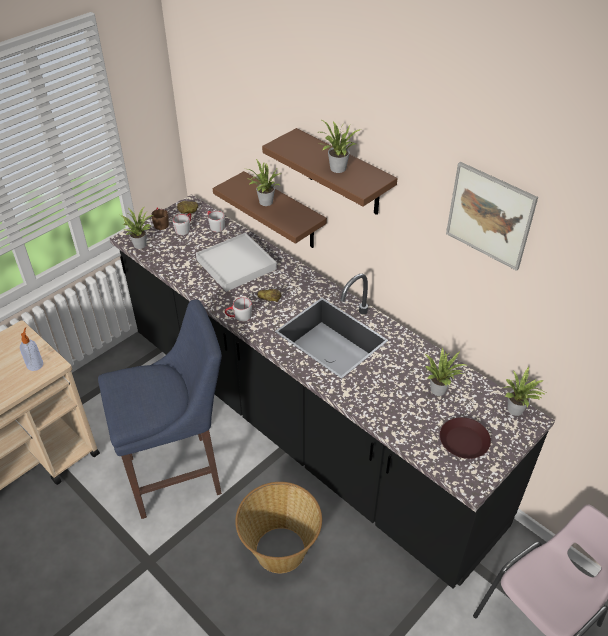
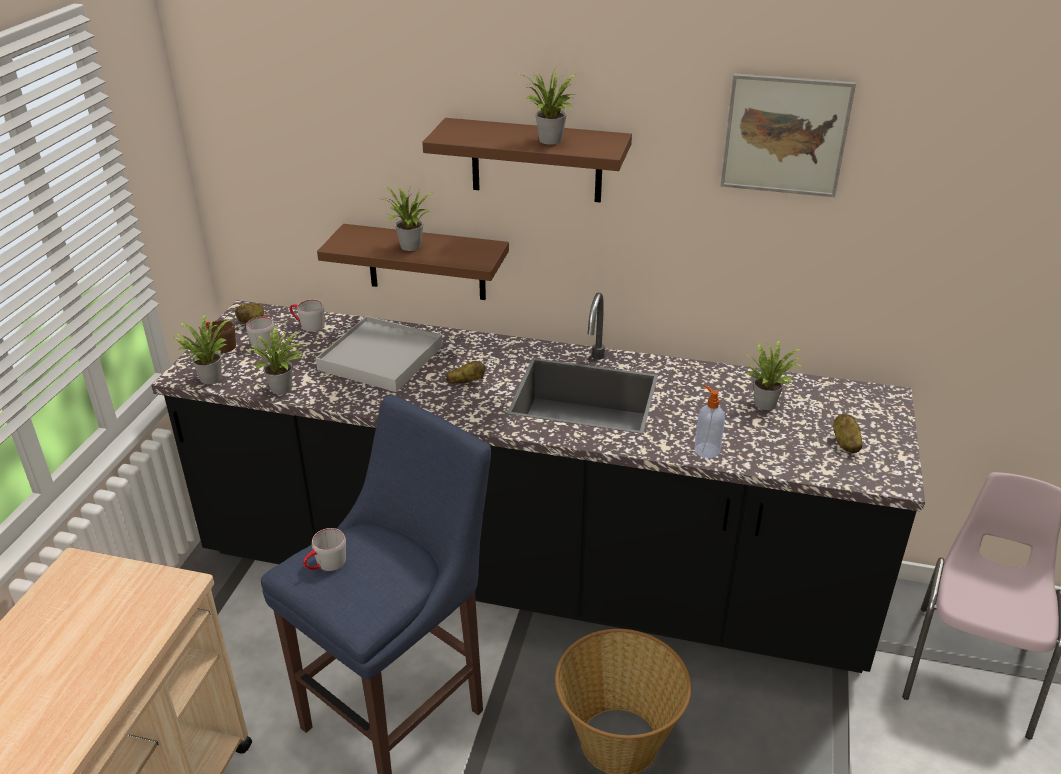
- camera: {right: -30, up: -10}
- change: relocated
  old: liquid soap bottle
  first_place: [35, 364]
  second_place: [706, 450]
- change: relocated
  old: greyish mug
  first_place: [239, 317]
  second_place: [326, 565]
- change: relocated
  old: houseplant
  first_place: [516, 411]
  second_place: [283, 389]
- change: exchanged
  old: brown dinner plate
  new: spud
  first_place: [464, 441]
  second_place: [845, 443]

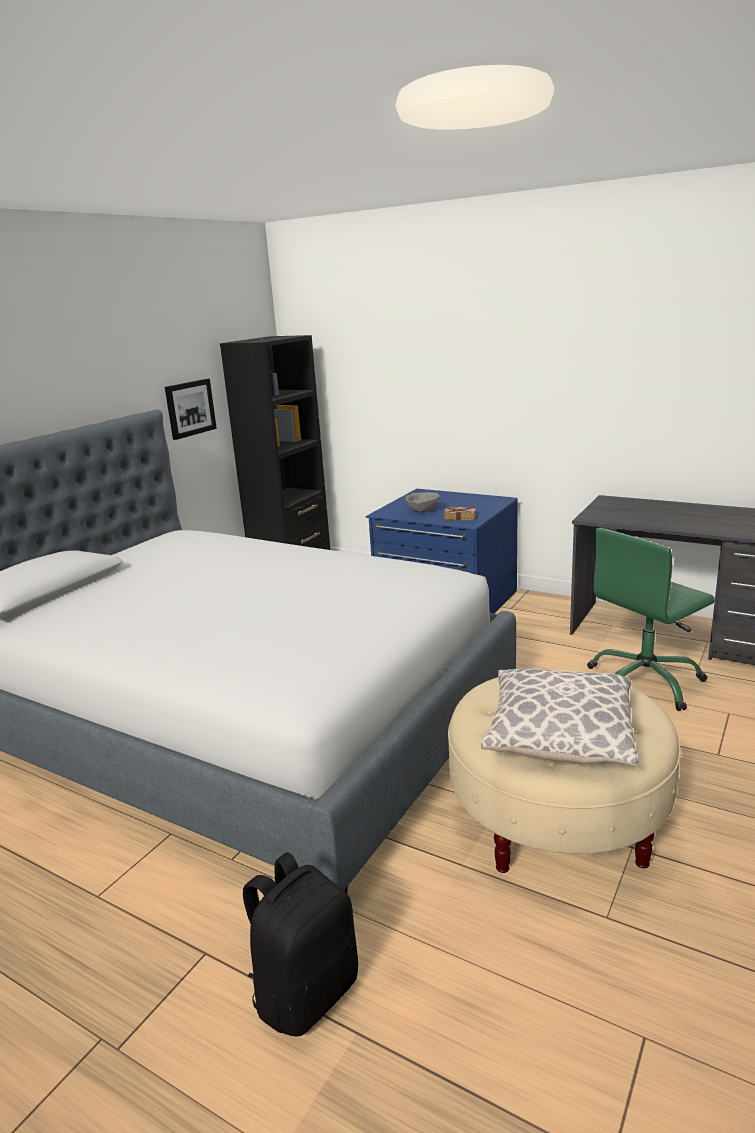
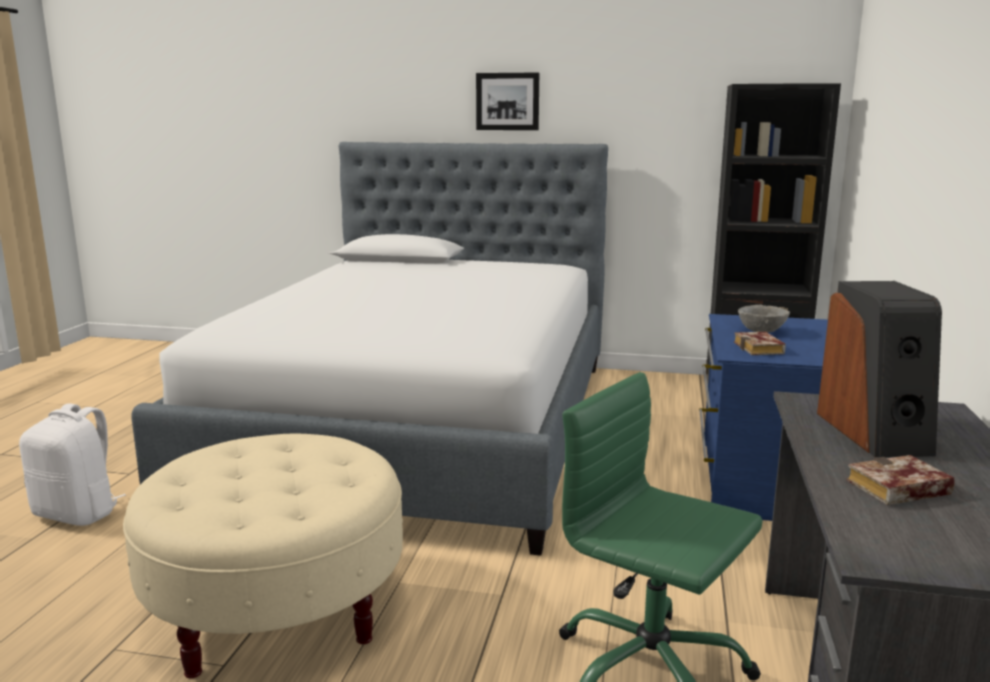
- camera: {right: 70, up: -5}
- change: missing
  old: pillow
  first_place: [559, 738]
- change: appeared
  new: speaker
  second_place: [875, 433]
- change: appeared
  new: volume
  second_place: [897, 490]
- change: relocated
  old: picture
  first_place: [190, 408]
  second_place: [507, 101]
- change: colour
  old: black backpack
  new: white backpack
  first_place: [306, 992]
  second_place: [78, 513]

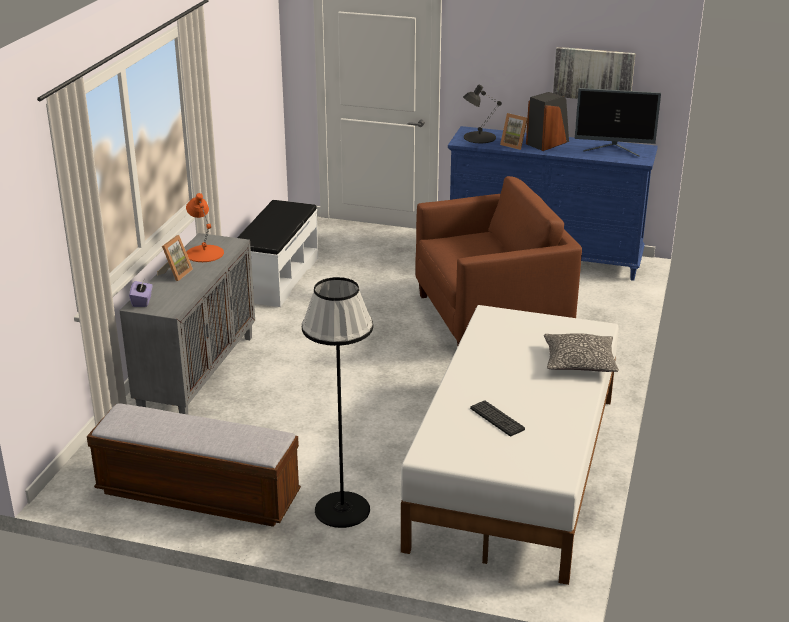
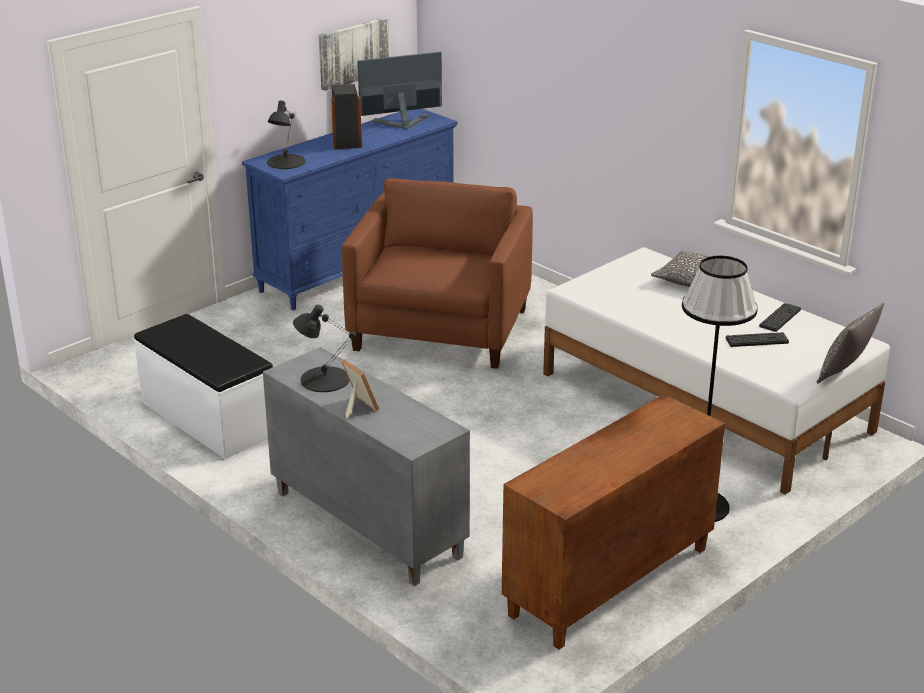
- camera: {right: -60, up: 0}
- change: missing
  old: purple-coloured tissue box
  first_place: [142, 301]
- change: missing
  old: photo frame
  first_place: [514, 145]
- change: appeared
  new: computer keyboard
  second_place: [780, 318]
- change: appeared
  new: pillow
  second_place: [845, 373]
- change: exchanged
  old: bench
  new: brown cabinet
  first_place: [198, 494]
  second_place: [609, 583]
- change: colour
  old: orange tabletop lamp
  new: black tabletop lamp
  first_place: [205, 253]
  second_place: [324, 379]
- change: spun
  old: computer screen
  first_place: [613, 150]
  second_place: [402, 123]
  degrees: -150

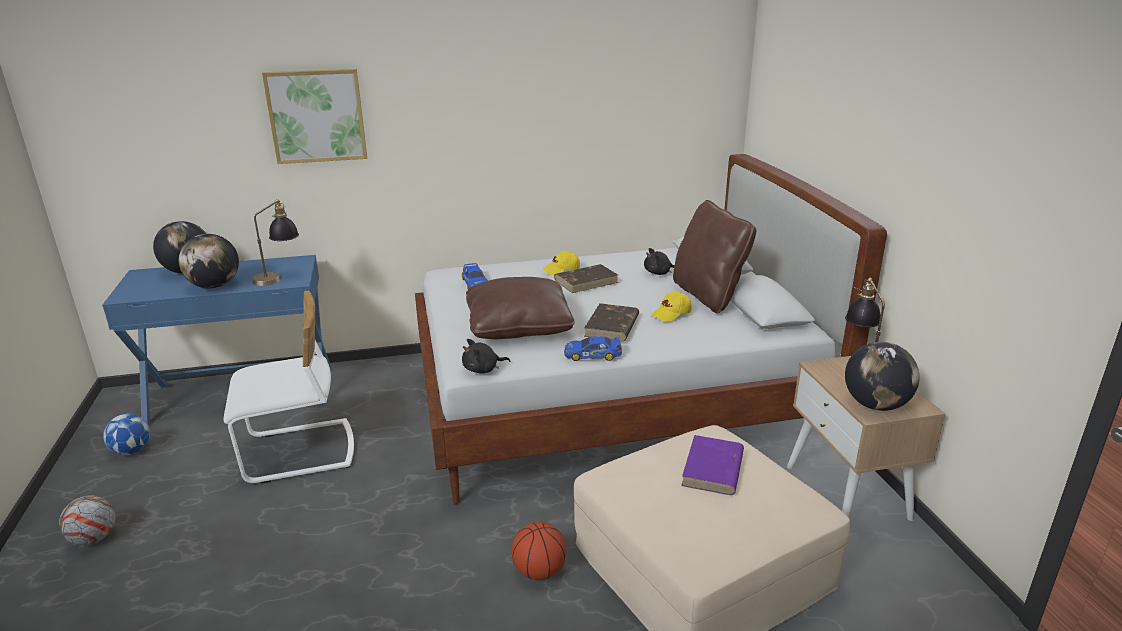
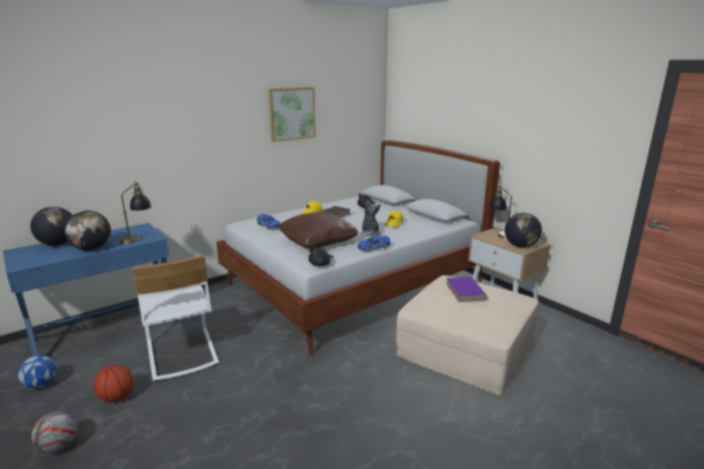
- camera: {right: -25, up: -5}
- change: missing
  old: brown pillow
  first_place: [708, 296]
- change: relocated
  old: picture
  first_place: [316, 116]
  second_place: [292, 114]
- change: relocated
  old: ball for basketball
  first_place: [539, 572]
  second_place: [117, 397]
- change: exchanged
  old: brown volume
  new: soft toy
  first_place: [612, 326]
  second_place: [370, 233]
- change: spun
  old: white chair
  first_place: [299, 453]
  second_place: [181, 354]
  degrees: 105

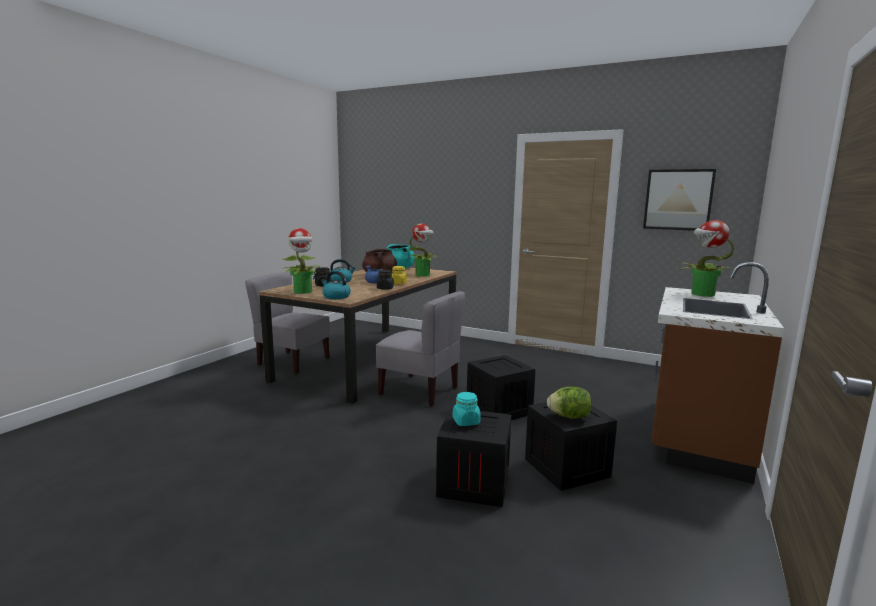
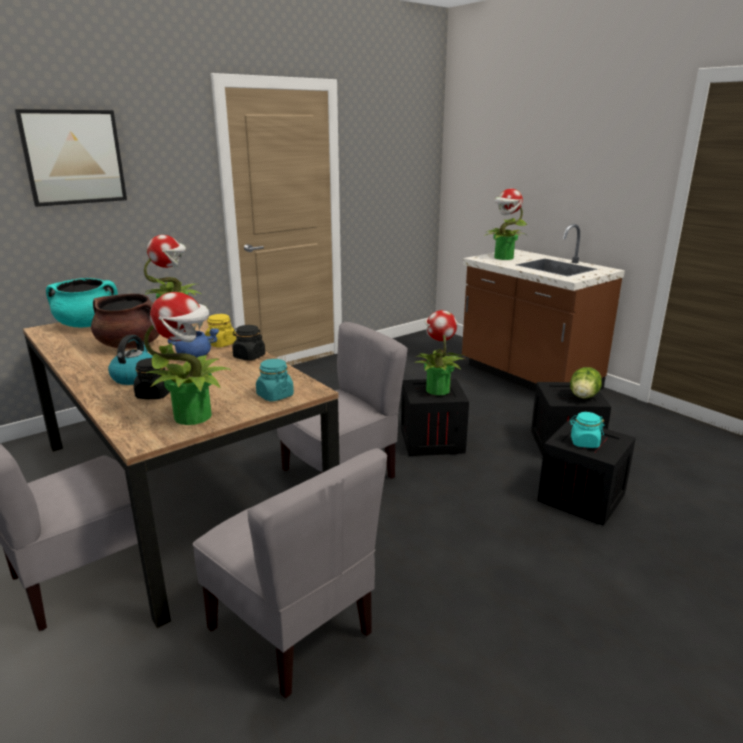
- camera: {right: -65, up: 10}
- change: appeared
  new: greyish chair
  second_place: [292, 630]
- change: appeared
  new: houseplant
  second_place: [437, 390]
- change: relocated
  old: picture
  first_place: [678, 200]
  second_place: [73, 157]
- change: exchanged
  old: kettle
  new: blue-green storage jar
  first_place: [336, 297]
  second_place: [275, 395]

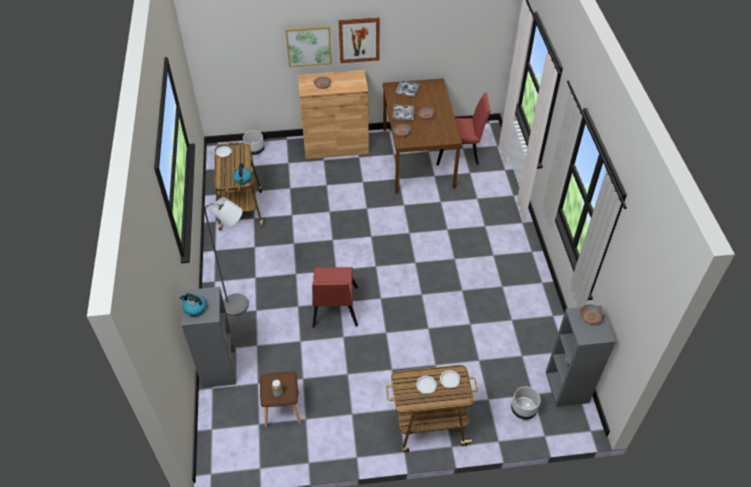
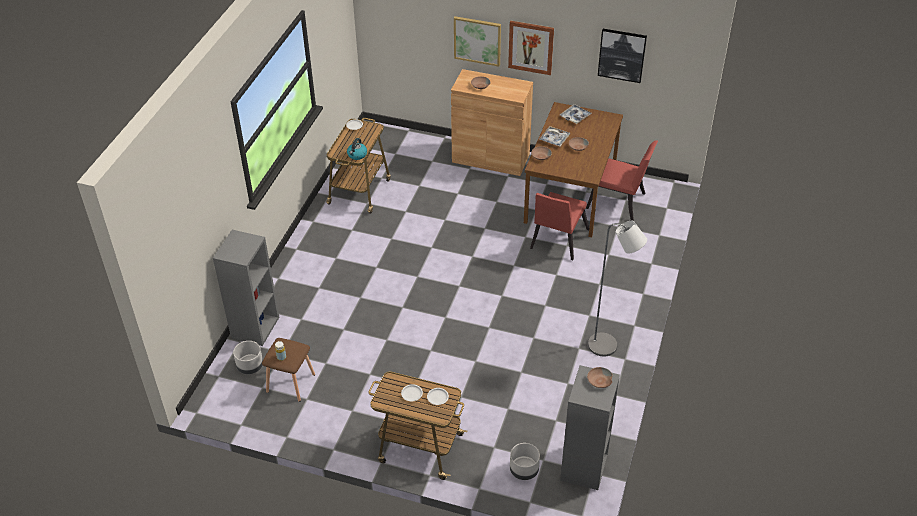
- camera: {right: 25, up: -5}
- change: missing
  old: kettle
  first_place: [194, 308]
- change: appeared
  new: picture
  second_place: [622, 55]
- change: relocated
  old: greyish floor lamp
  first_place: [241, 305]
  second_place: [608, 347]
- change: relocated
  old: greyish flower pot
  first_place: [254, 150]
  second_place: [250, 366]
- change: relocated
  old: reddish chair
  first_place: [334, 310]
  second_place: [557, 241]

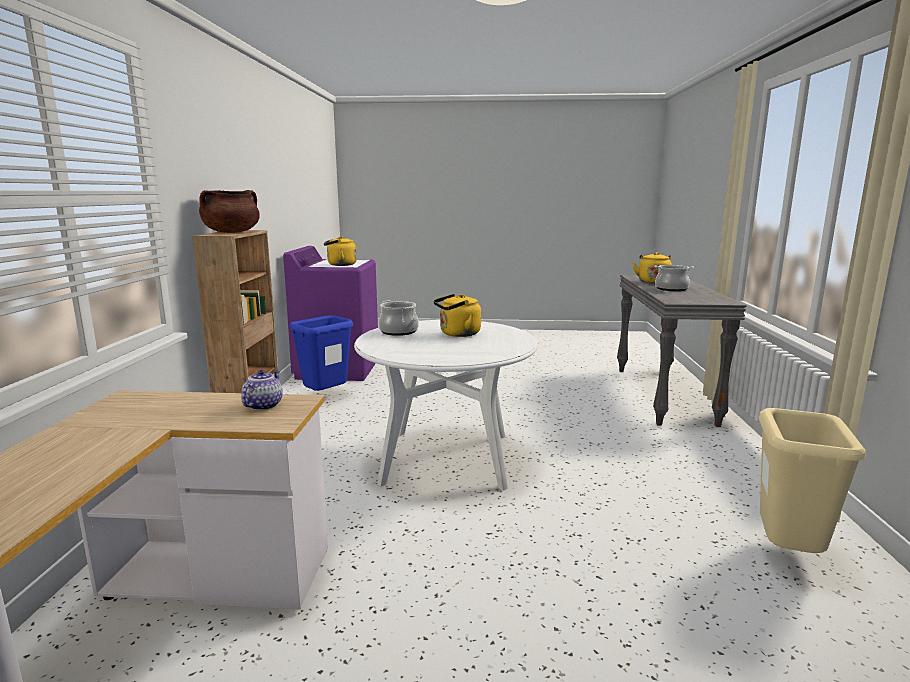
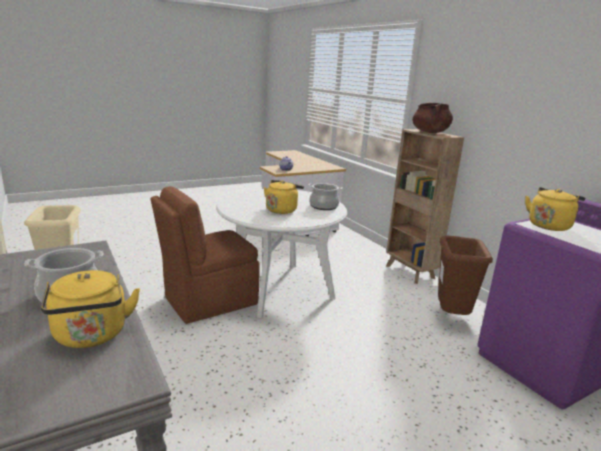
- camera: {right: 145, up: 5}
- change: appeared
  new: brown chair
  second_place: [208, 301]
- change: colour
  old: bluish waste bin
  new: brown waste bin
  first_place: [326, 397]
  second_place: [451, 317]

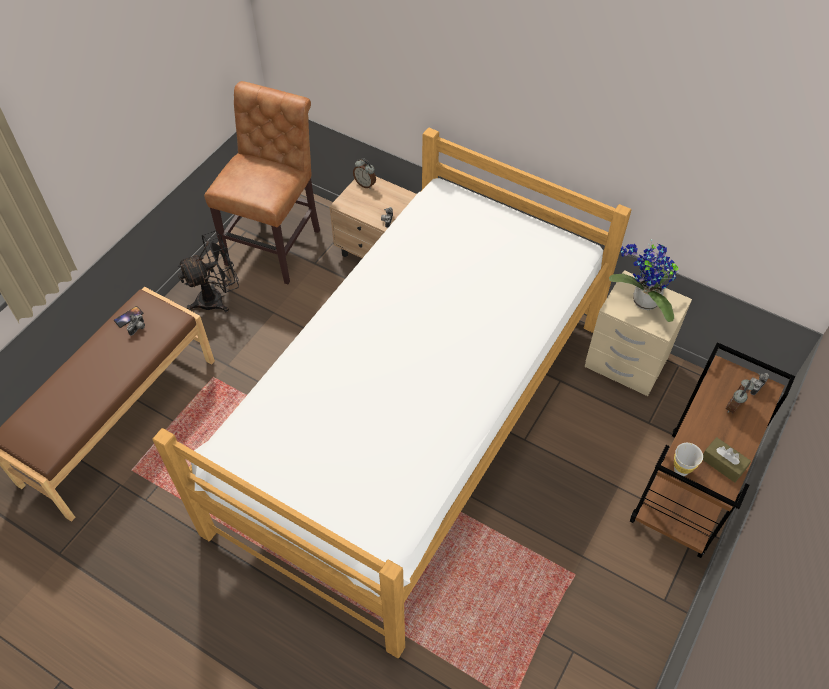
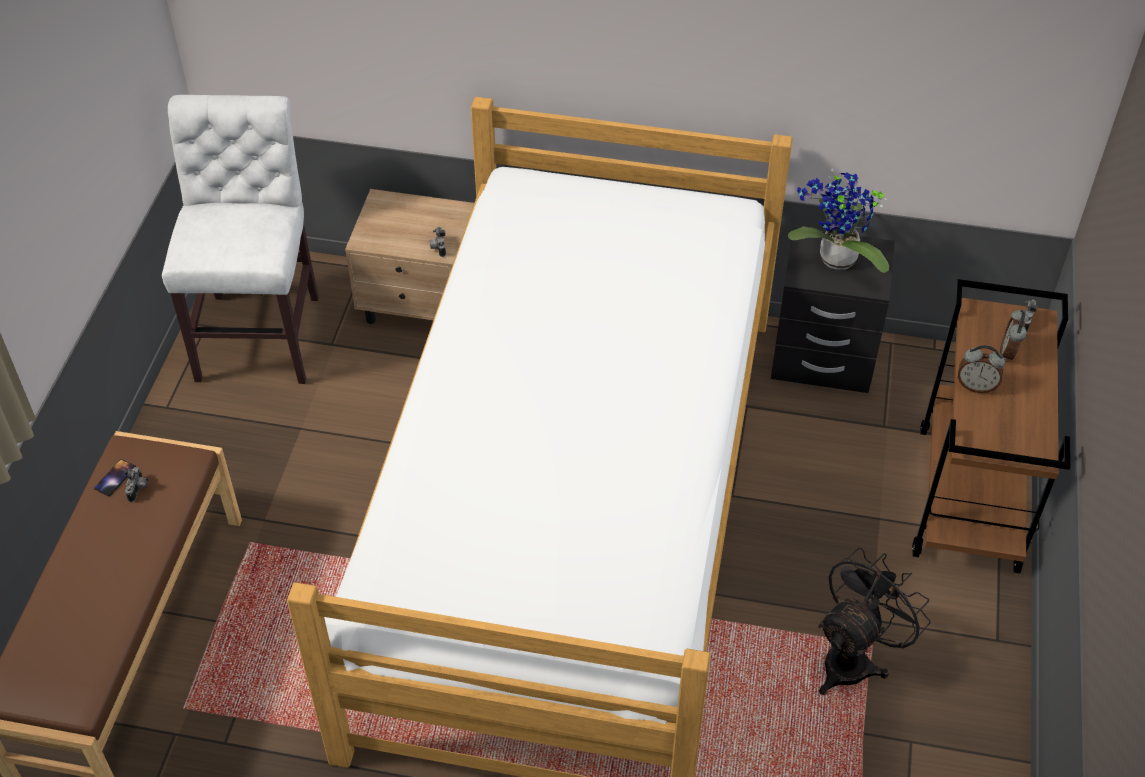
- camera: {right: -20, up: -5}
- change: missing
  old: white small cup
  first_place: [681, 470]
- change: missing
  old: brown tissue box
  first_place: [723, 463]
- change: relocated
  old: black fan
  first_place: [217, 298]
  second_place: [854, 659]
- change: relocated
  old: alarm clock
  first_place: [365, 184]
  second_place: [976, 386]
- change: colour
  old: brown chair
  new: white chair
  first_place: [276, 244]
  second_place: [261, 332]
- change: colour
  old: beige-coloured bedside table
  new: black bedside table
  first_place: [626, 362]
  second_place: [822, 358]

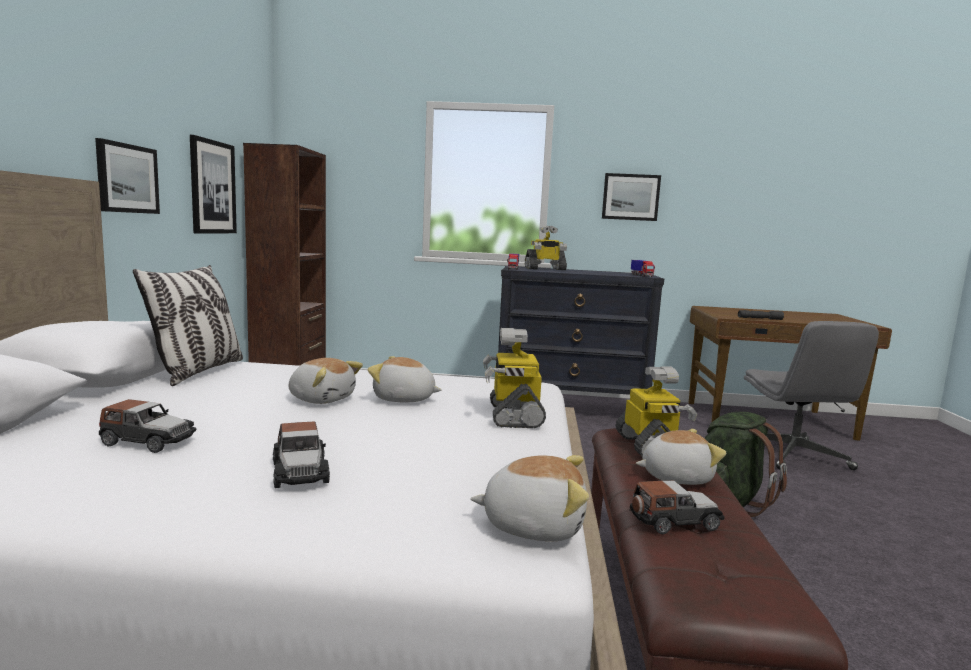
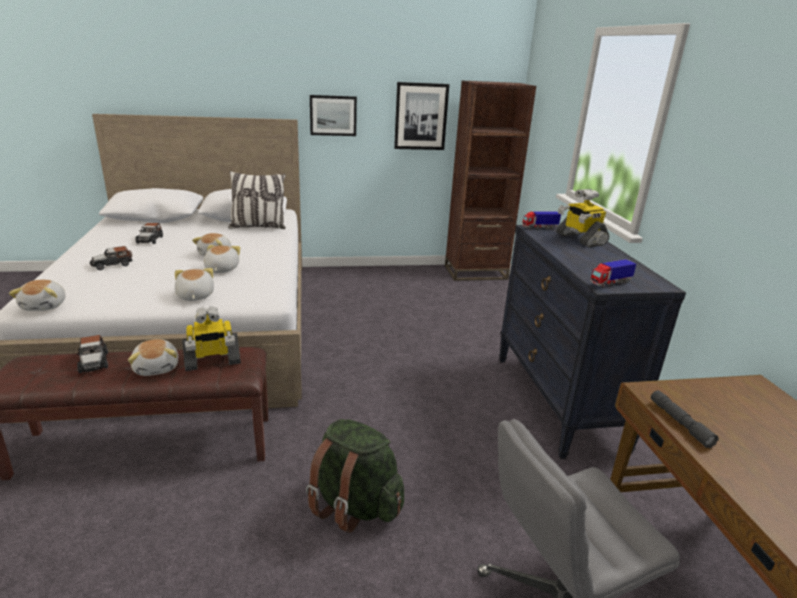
- camera: {right: 75, up: 15}
- change: missing
  old: picture
  first_place: [630, 197]
- change: exchanged
  old: toy robot
  new: soft toy
  first_place: [513, 415]
  second_place: [194, 296]

